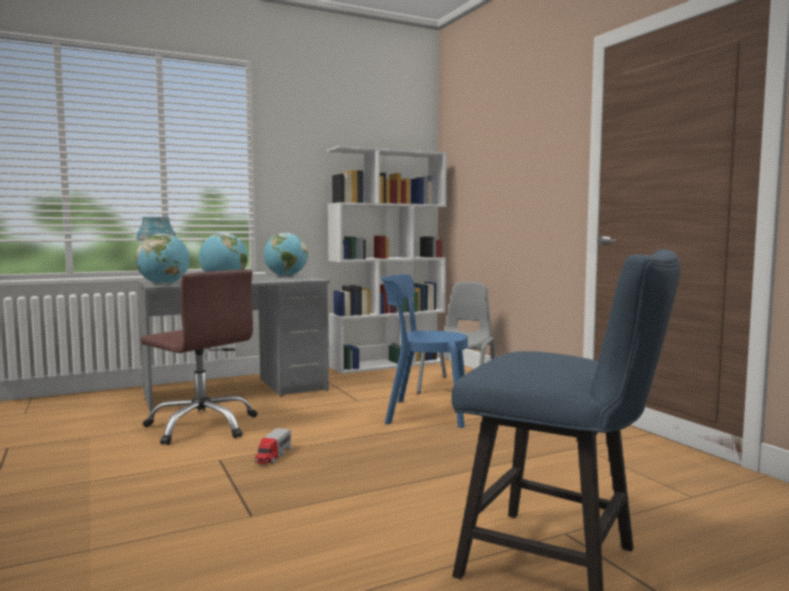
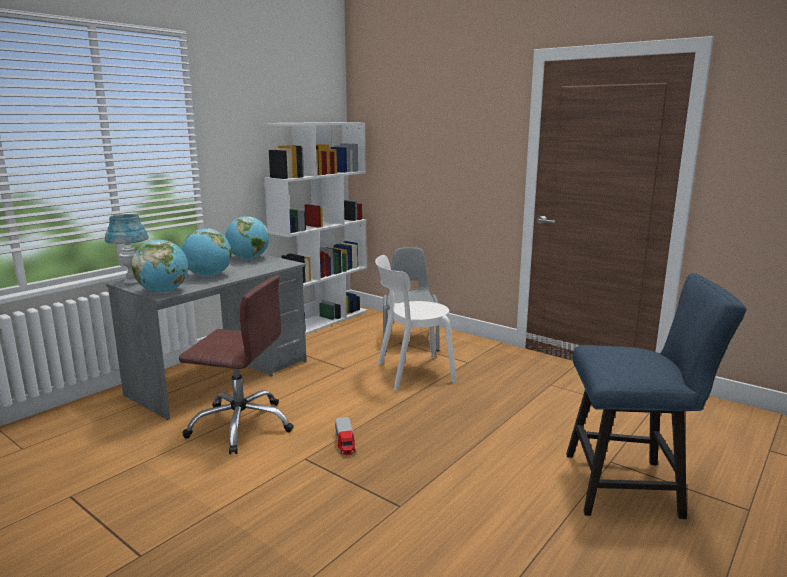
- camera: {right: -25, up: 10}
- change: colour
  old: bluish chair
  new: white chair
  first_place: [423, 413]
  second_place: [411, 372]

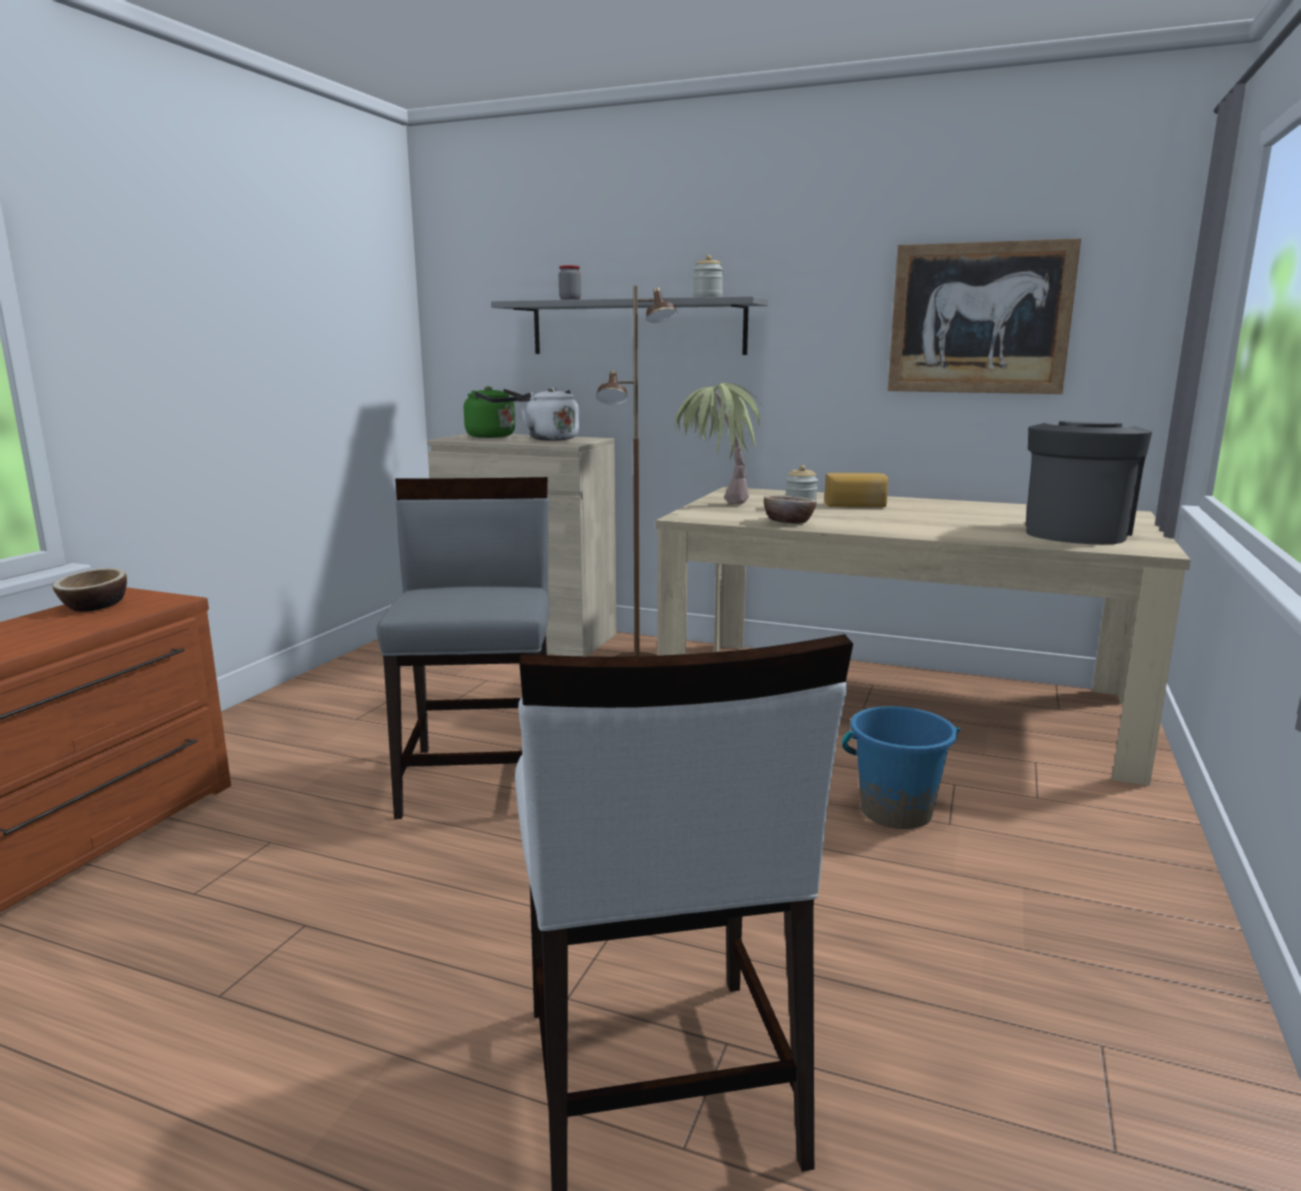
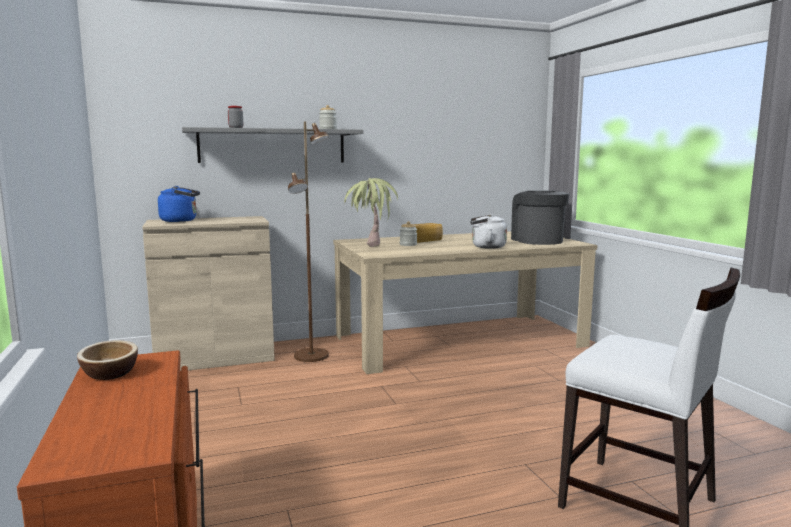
- camera: {right: -40, up: -5}
- change: missing
  old: greyish chair
  first_place: [481, 778]
- change: missing
  old: serving bowl
  first_place: [788, 522]
- change: missing
  old: bluish bucket
  first_place: [895, 811]
- change: missing
  old: picture
  first_place: [979, 319]
- change: relocated
  old: white kettle
  first_place: [550, 438]
  second_place: [486, 247]
- change: colour
  old: green-coloured kettle
  new: bluish kettle
  first_place: [494, 436]
  second_place: [181, 220]

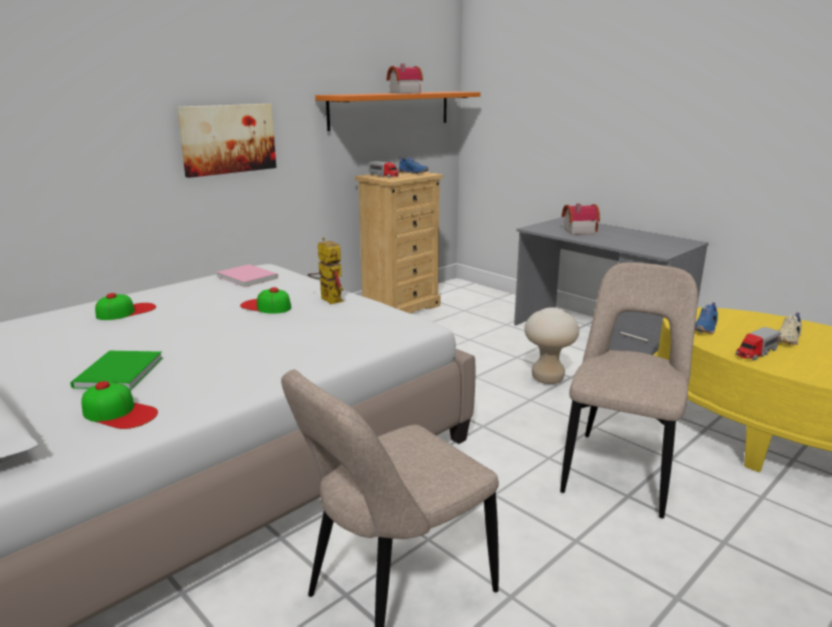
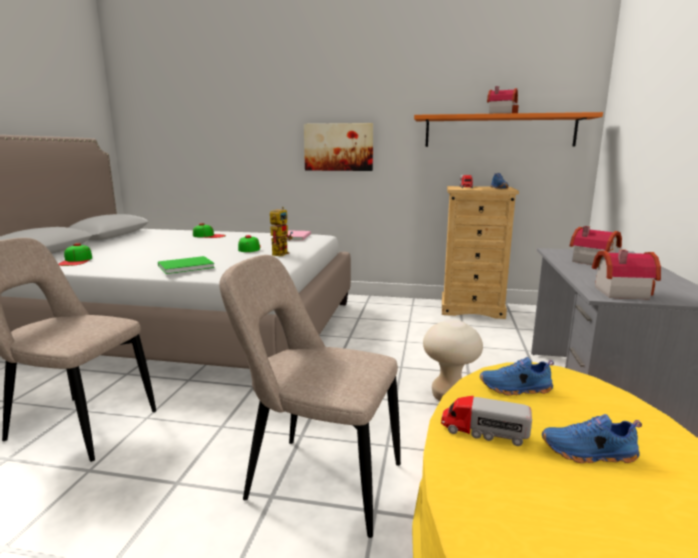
- camera: {right: 55, up: -5}
- change: appeared
  new: toy house
  second_place: [618, 292]
- change: relocated
  old: green-coloured volume
  first_place: [116, 373]
  second_place: [184, 266]
- change: colour
  old: beige-coloured shoe
  new: bluish shoe
  first_place: [788, 339]
  second_place: [589, 454]
- change: spun
  old: beige-coloured chair
  first_place: [620, 470]
  second_place: [317, 480]
  degrees: -150

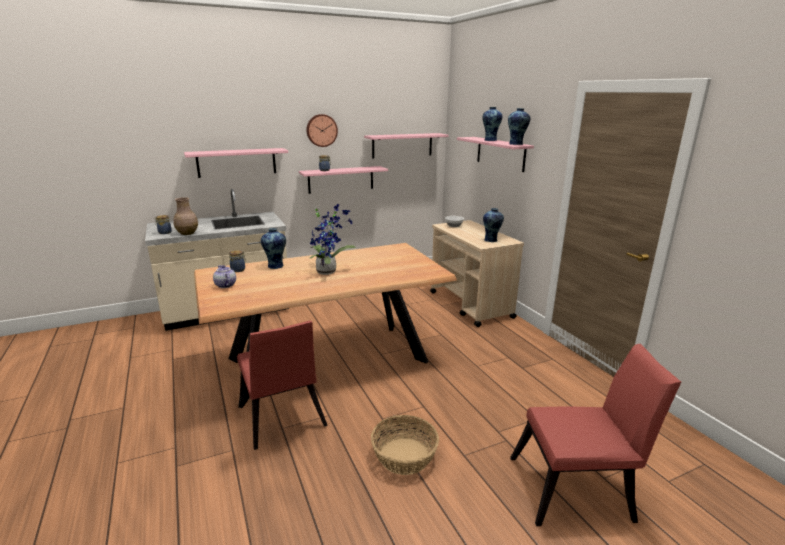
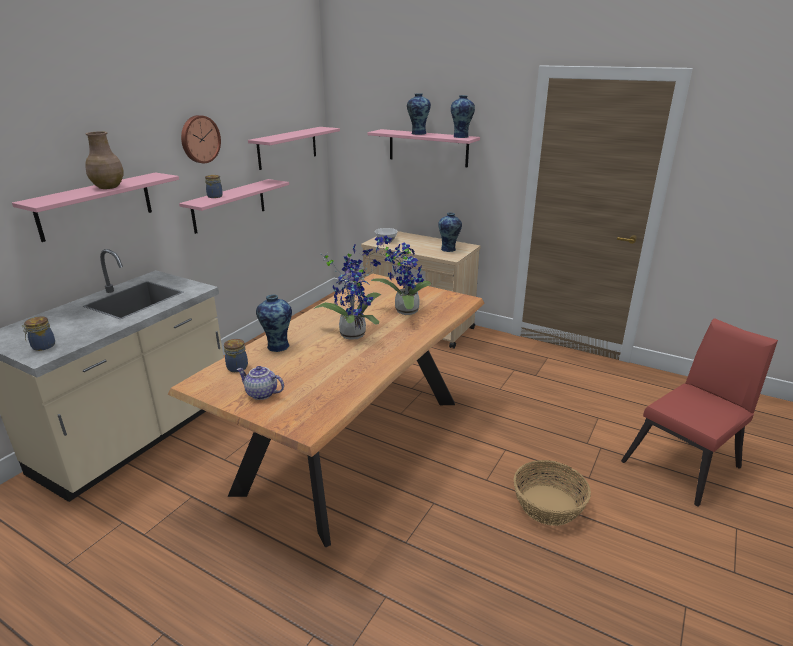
- camera: {right: -35, up: 5}
- change: missing
  old: reddish chair
  first_place: [282, 418]
- change: appeared
  new: houseplant
  second_place: [403, 311]
- change: relocated
  old: brown flower vase
  first_place: [187, 233]
  second_place: [108, 187]

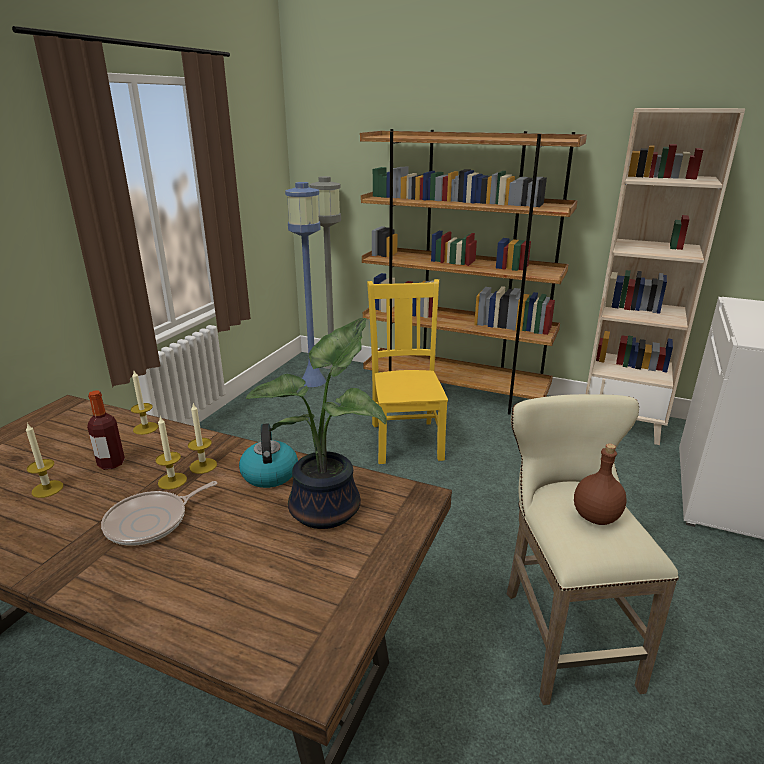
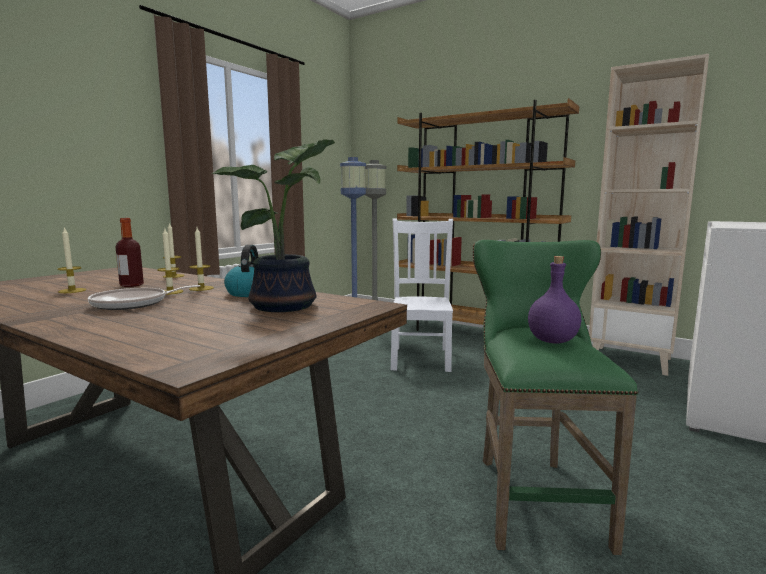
- camera: {right: 10, up: -15}
- change: colour
  old: yellow-coloured chair
  new: white chair
  first_place: [406, 439]
  second_place: [421, 357]
- change: colour
  old: beige-coloured stool
  new: green-coloured stool
  first_place: [562, 631]
  second_place: [534, 495]
- change: colour
  old: brown beverage bottle
  new: purple-coloured beverage bottle
  first_place: [596, 517]
  second_place: [553, 341]

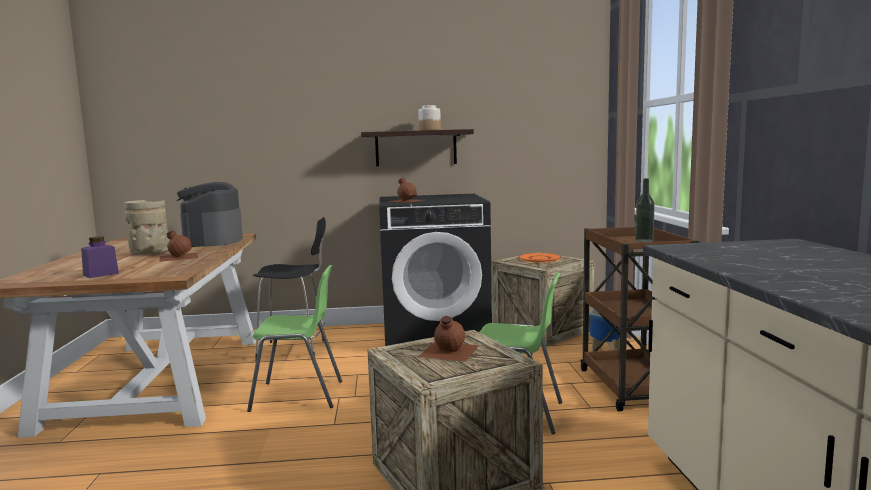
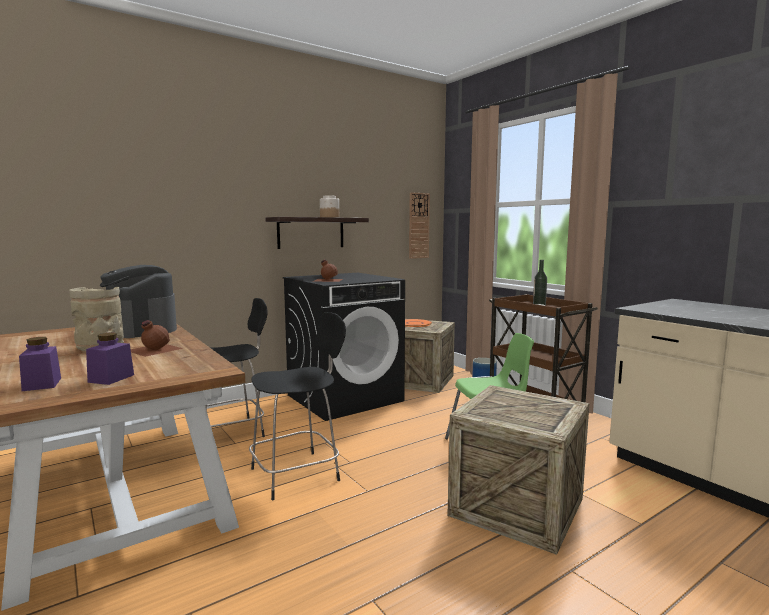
- camera: {right: -30, up: 0}
- change: missing
  old: brown beverage bottle
  first_place: [448, 351]
- change: appeared
  new: purple-coloured storage jar
  second_place: [42, 384]
- change: appeared
  new: clock on the wall
  second_place: [418, 225]
- change: exchanged
  old: green-coloured chair
  new: black stool
  first_place: [298, 396]
  second_place: [298, 473]

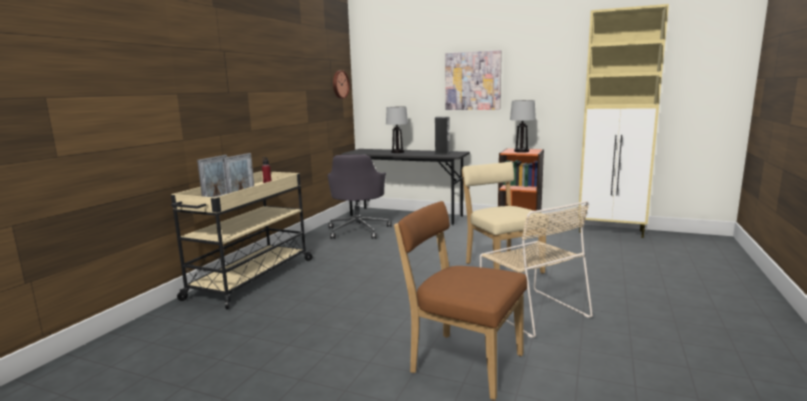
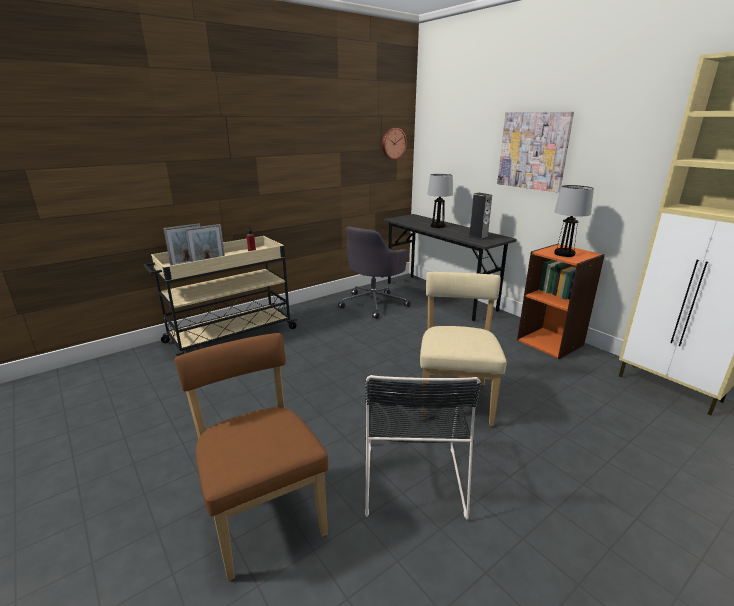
- camera: {right: 30, up: 10}
- change: colour
  old: beige-coloured chair
  new: black chair
  first_place: [531, 310]
  second_place: [413, 475]

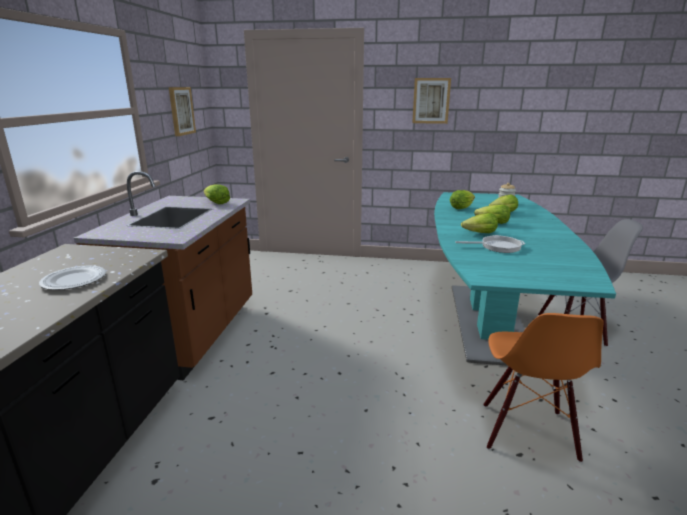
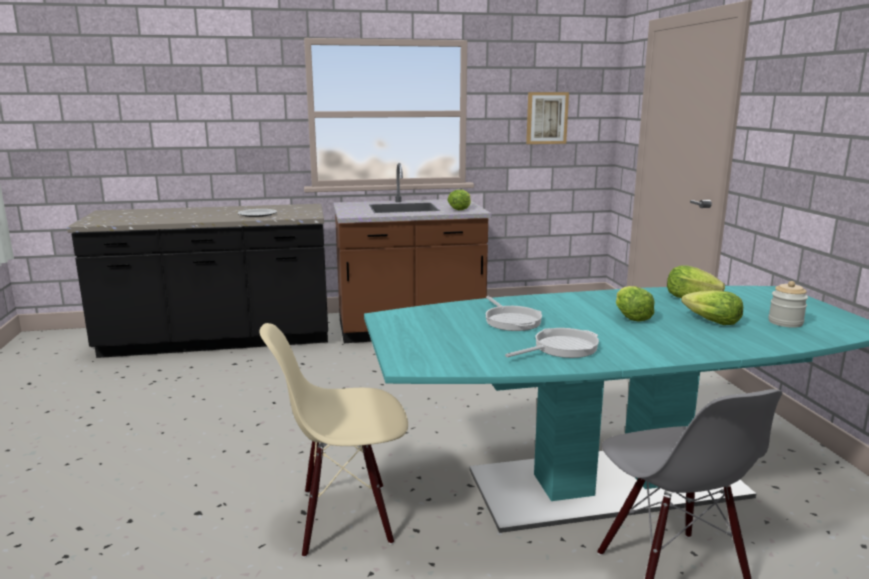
- camera: {right: 70, up: -5}
- change: missing
  old: picture
  first_place: [431, 100]
- change: missing
  old: lettuce head
  first_place: [480, 233]
- change: appeared
  new: pan
  second_place: [561, 348]
- change: colour
  old: orange chair
  new: beige-coloured chair
  first_place: [526, 431]
  second_place: [345, 517]

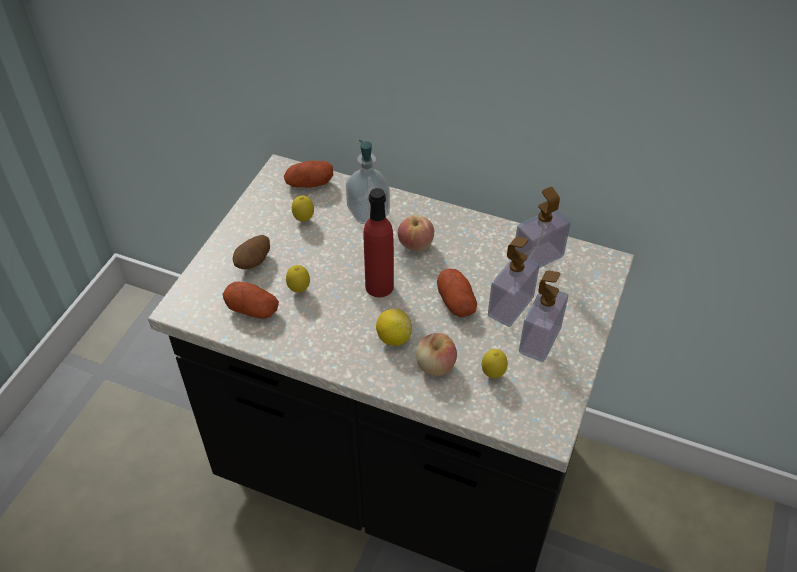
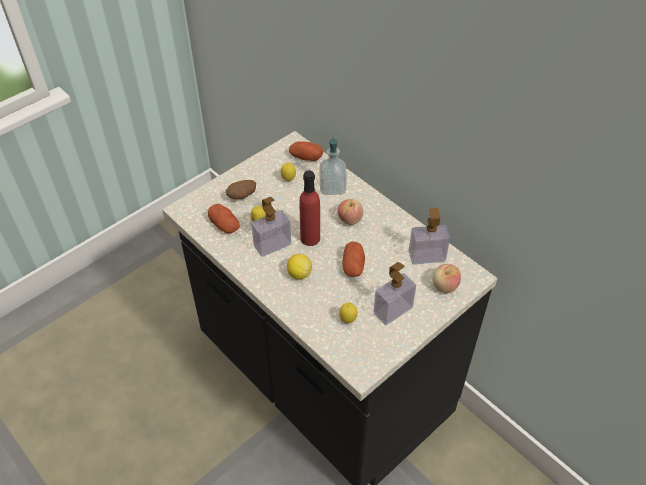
- camera: {right: 25, up: 0}
- change: relocated
  old: apple
  first_place: [435, 366]
  second_place: [444, 286]
- change: relocated
  old: liquid soap bottle
  first_place: [510, 306]
  second_place: [272, 245]

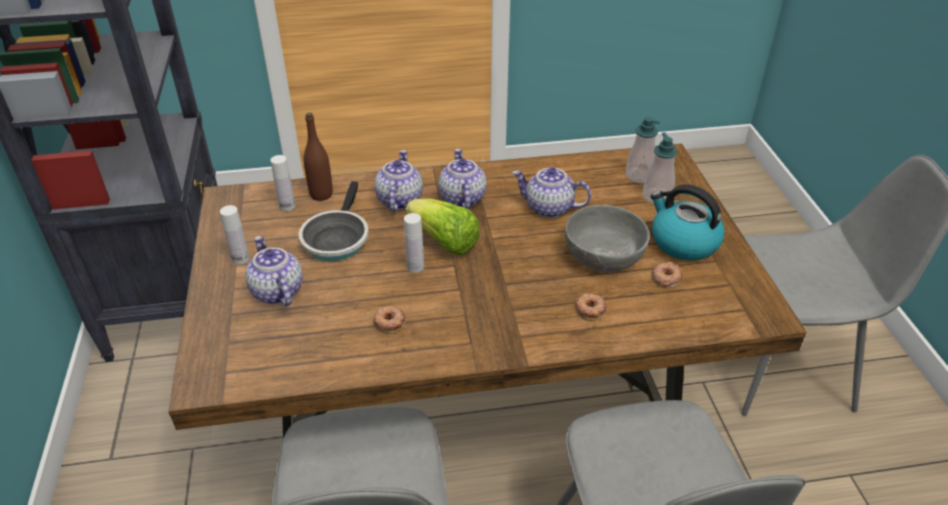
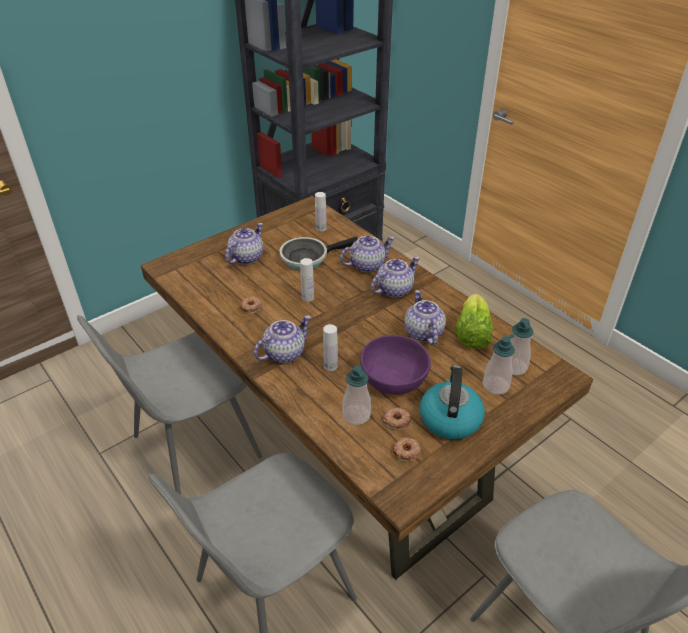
- camera: {right: 60, up: 0}
- change: missing
  old: brown beverage bottle
  first_place: [321, 194]
- change: appeared
  new: teapot
  second_place: [284, 353]
- change: appeared
  new: liquid soap bottle
  second_place: [356, 415]
- change: relocated
  old: white beverage bottle
  first_place: [240, 259]
  second_place: [330, 366]
- change: relocated
  old: lettuce head
  first_place: [444, 242]
  second_place: [472, 334]
- change: relocated
  old: donut
  first_place: [590, 309]
  second_place: [406, 451]
- change: colour
  old: greyish serving bowl
  new: purple-coloured serving bowl
  first_place: [604, 255]
  second_place: [394, 378]

